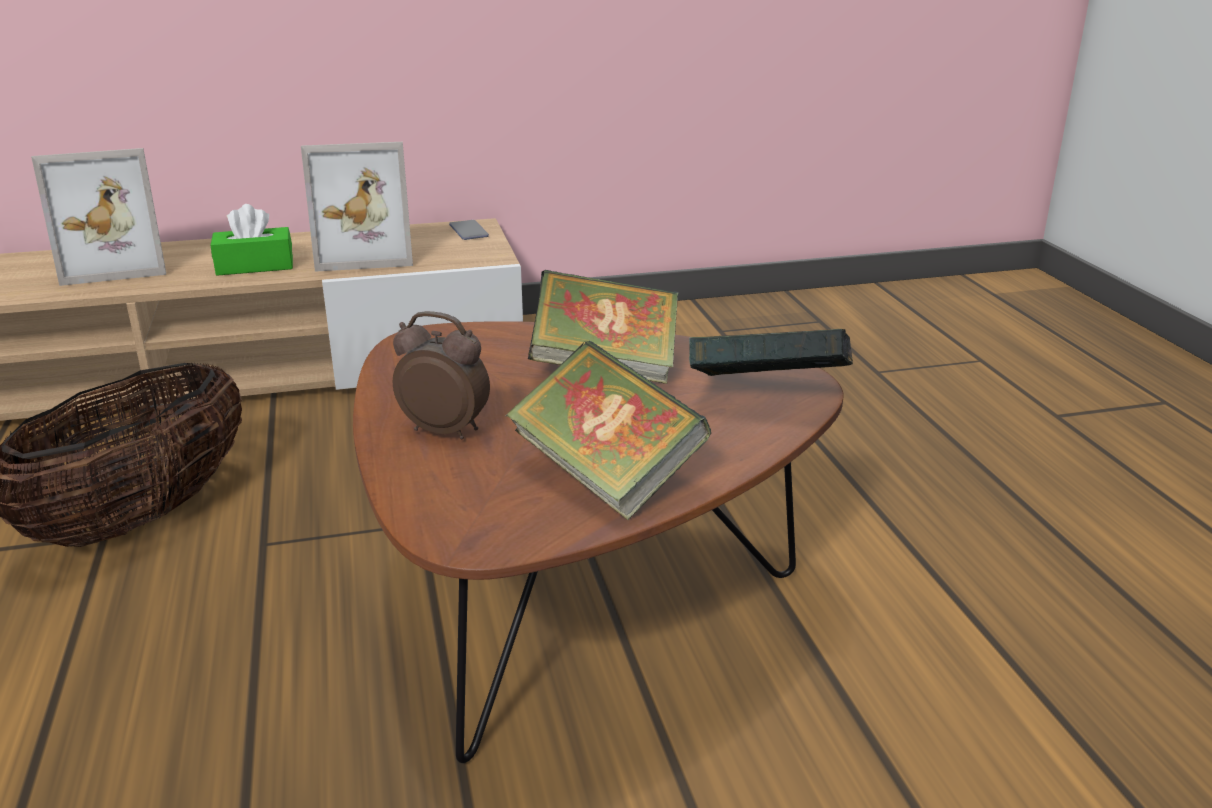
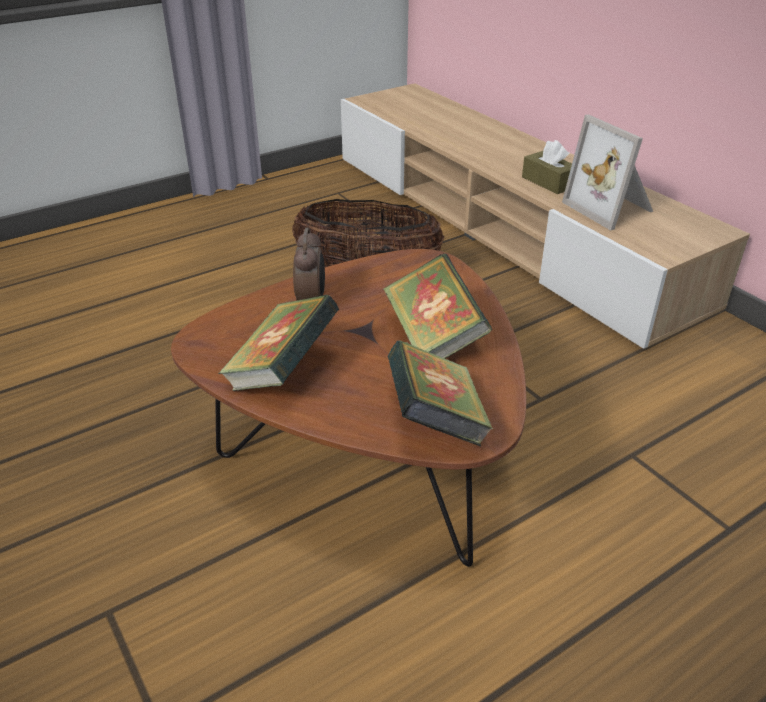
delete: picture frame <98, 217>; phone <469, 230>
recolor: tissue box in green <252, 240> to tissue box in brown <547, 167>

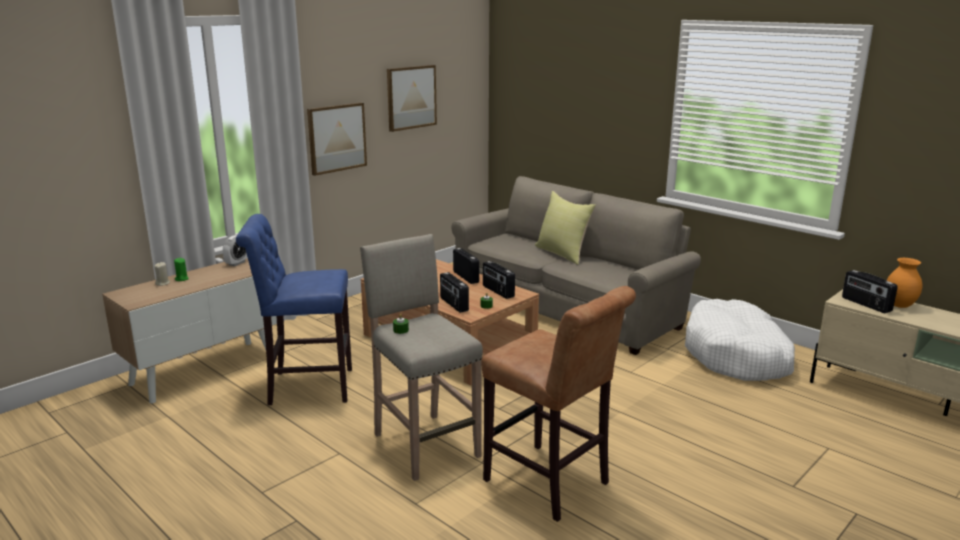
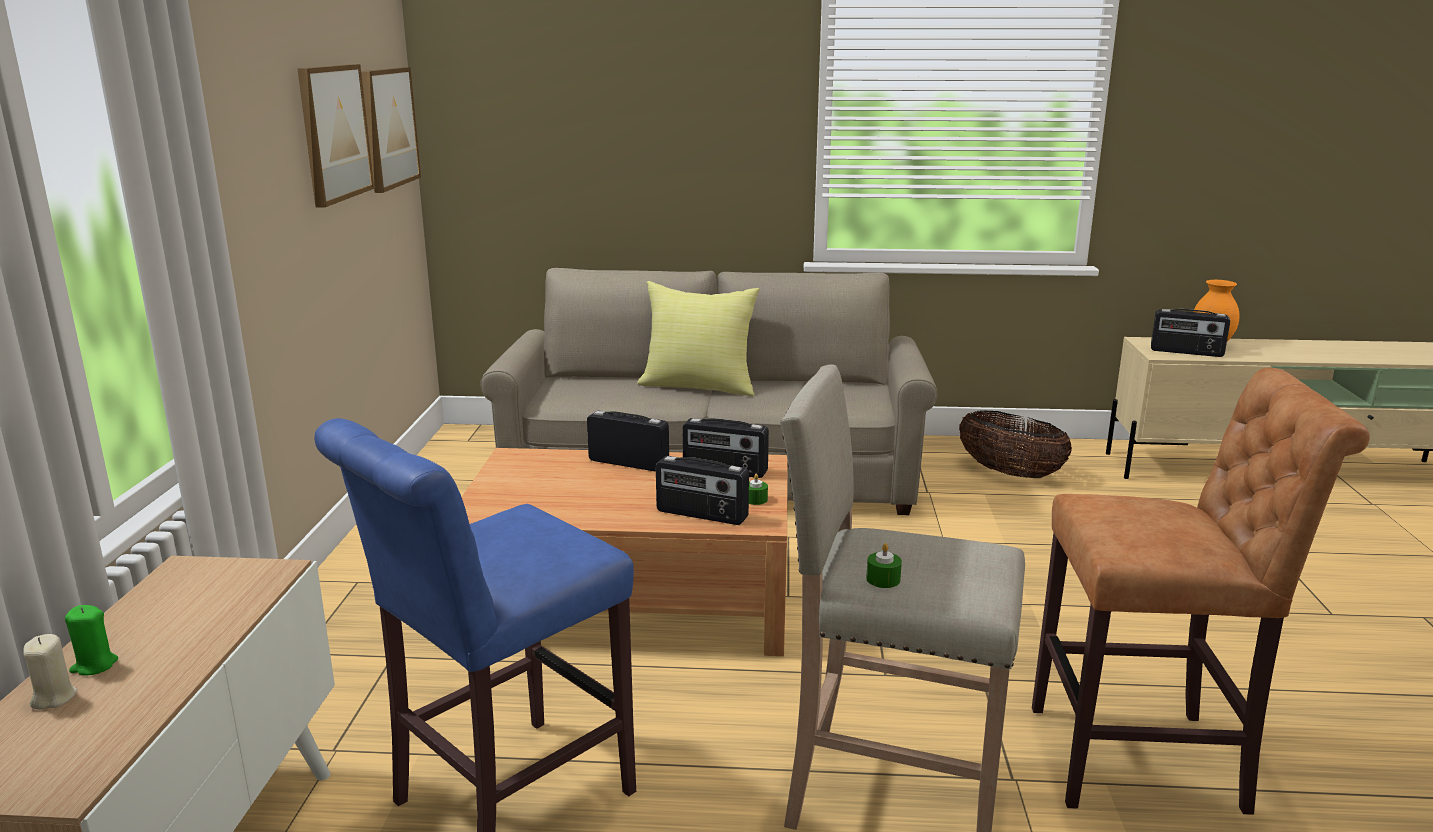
delete: alarm clock <235, 250>
move: picture <337, 139> to <391, 130>
replace: dog bed in white <740, 340> to basket <1015, 444>

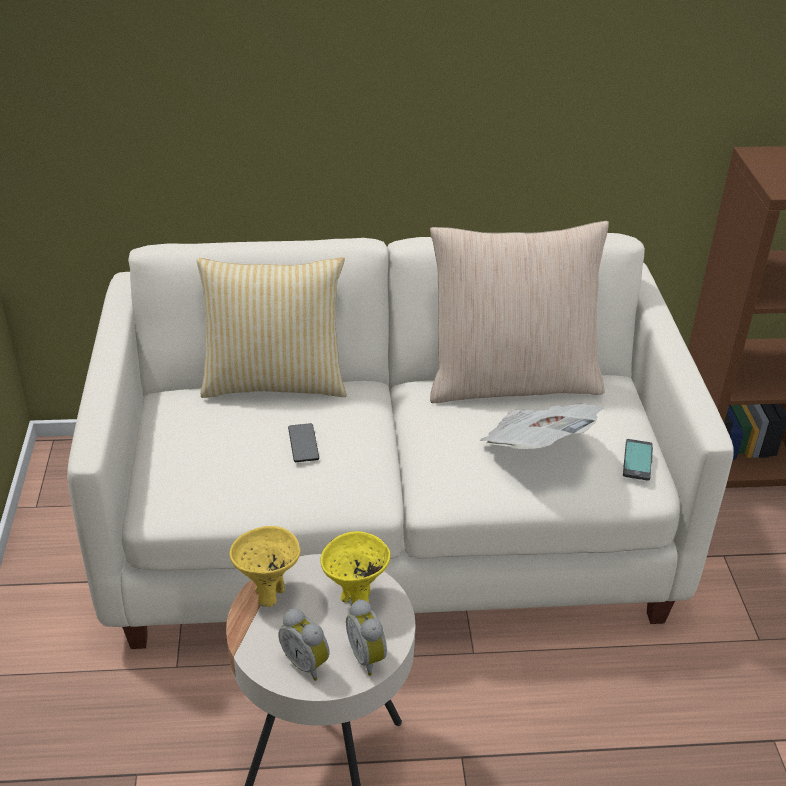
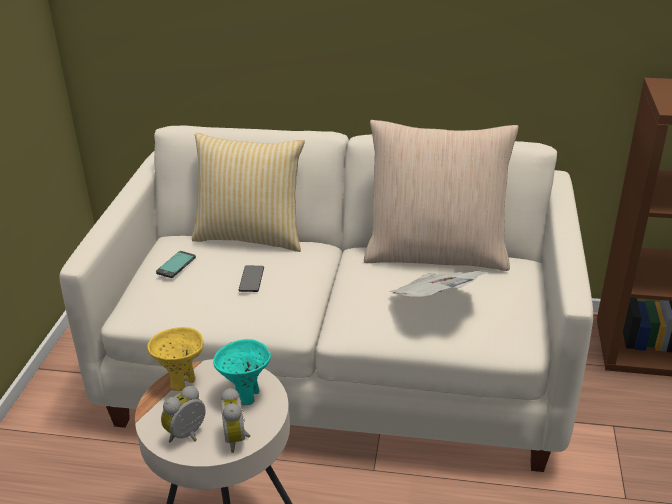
move: phone <638, 460> to <176, 264>
recolor: bowl in yellow <356, 568> to bowl in turquoise <242, 372>
rotate: alarm clock <304, 645> = <183, 414> 75 degrees clockwise

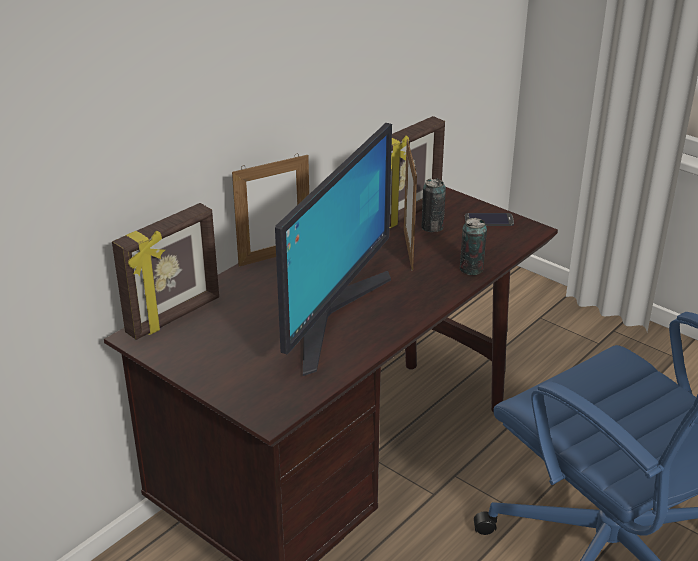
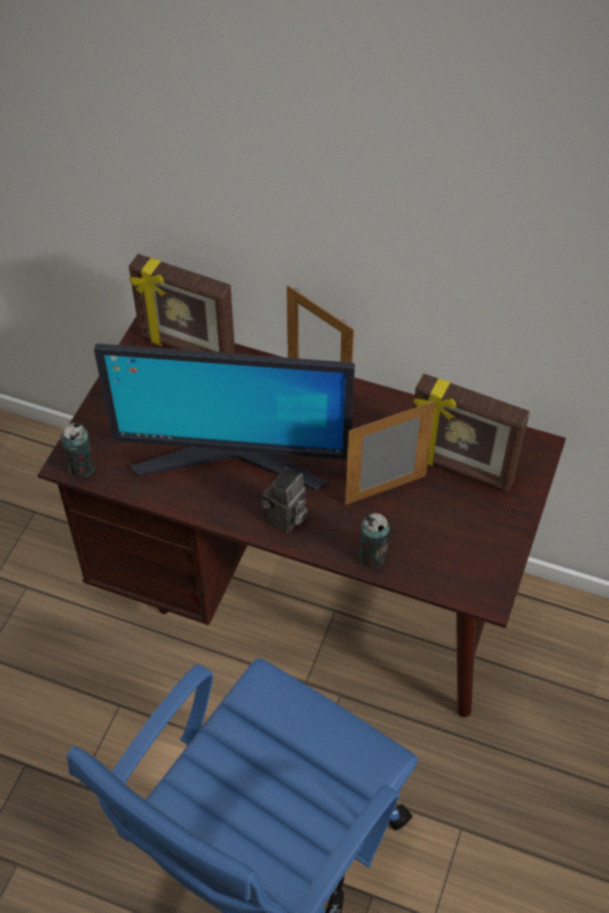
delete: phone <489, 219>
insert: photo camera <284, 500>
move: can <433, 205> to <78, 450>

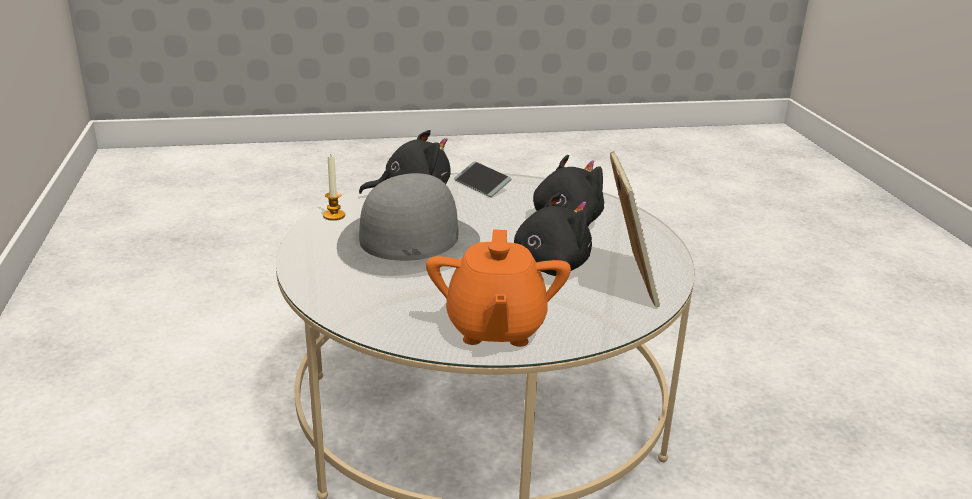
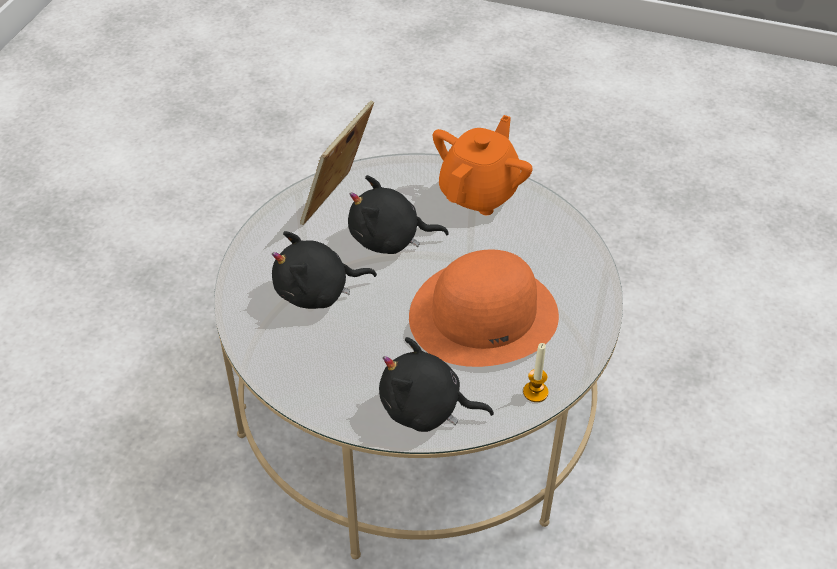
delete: phone <483, 179>
recolor: hat in grey <408, 224> to hat in orange <484, 308>

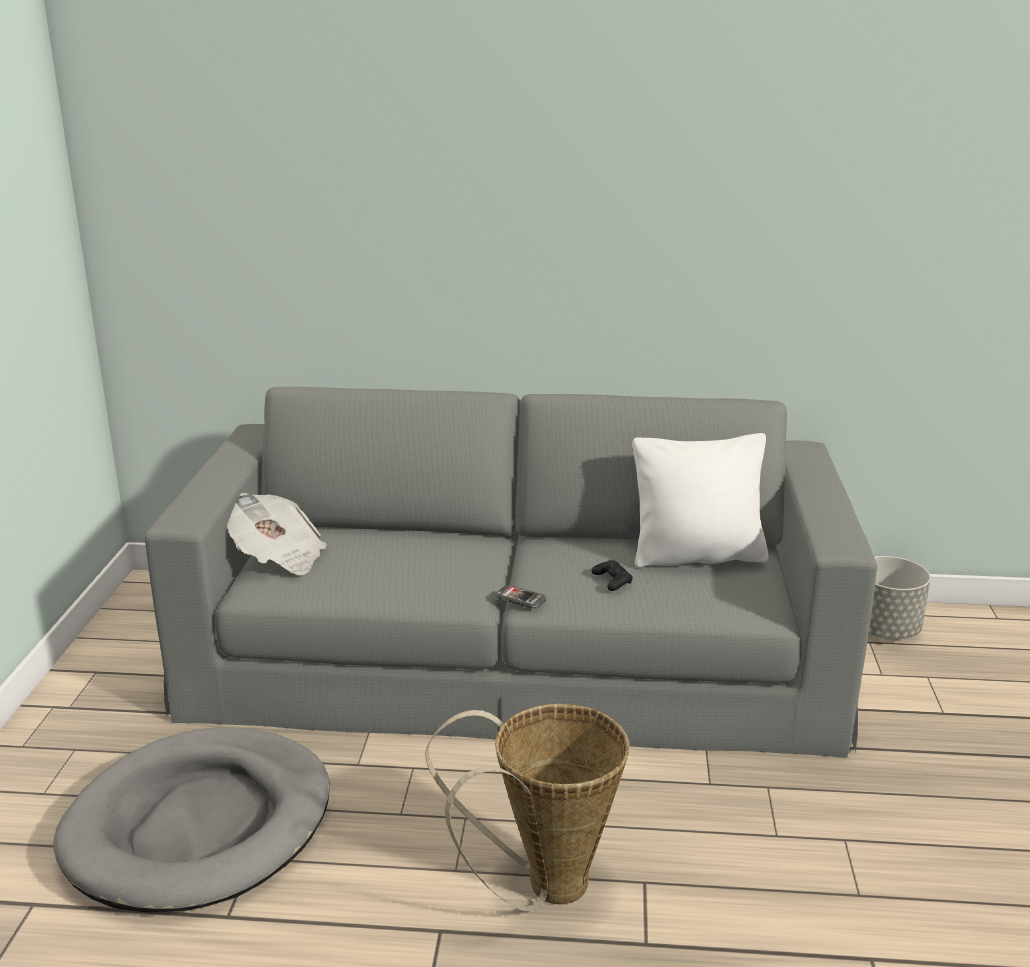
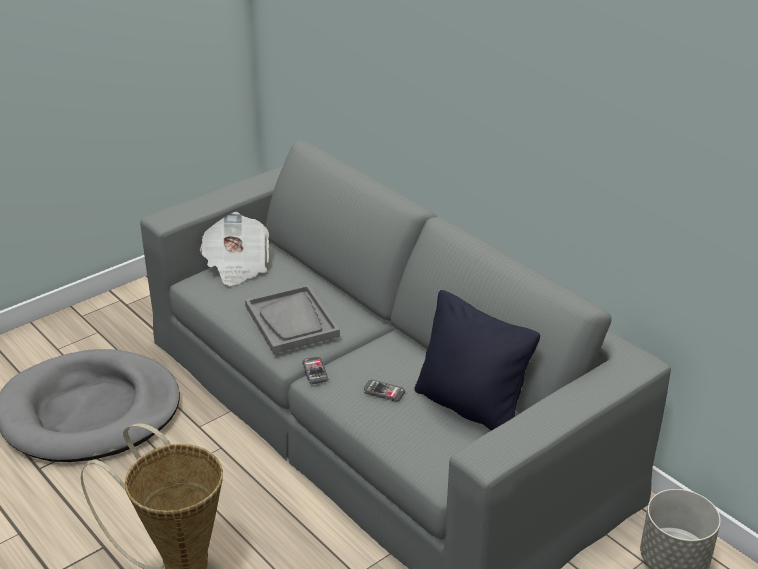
insert: tray in grey <292, 319>
replace: game controller in black <612, 575> to phone <384, 391>
recolor: pillow in white <700, 500> to pillow in black <477, 360>

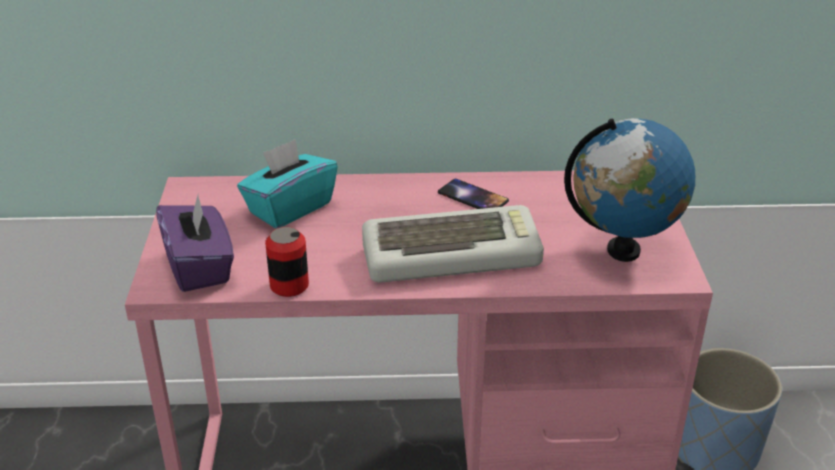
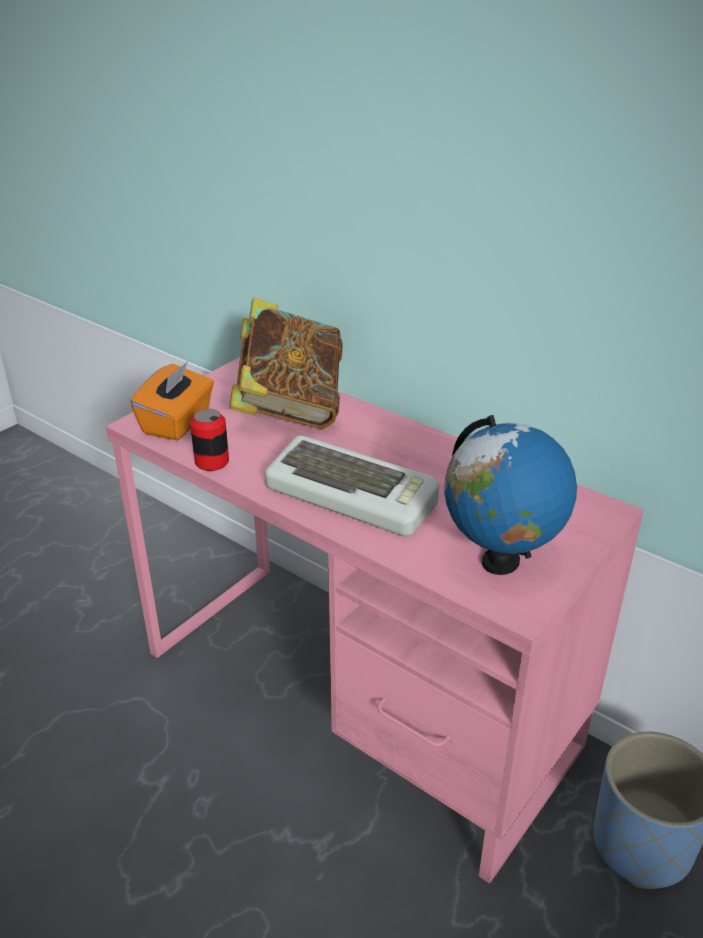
delete: phone <473, 194>
replace: tissue box in turquoise <287, 184> to book <286, 363>
recolor: tissue box in purple <195, 242> to tissue box in orange <172, 401>

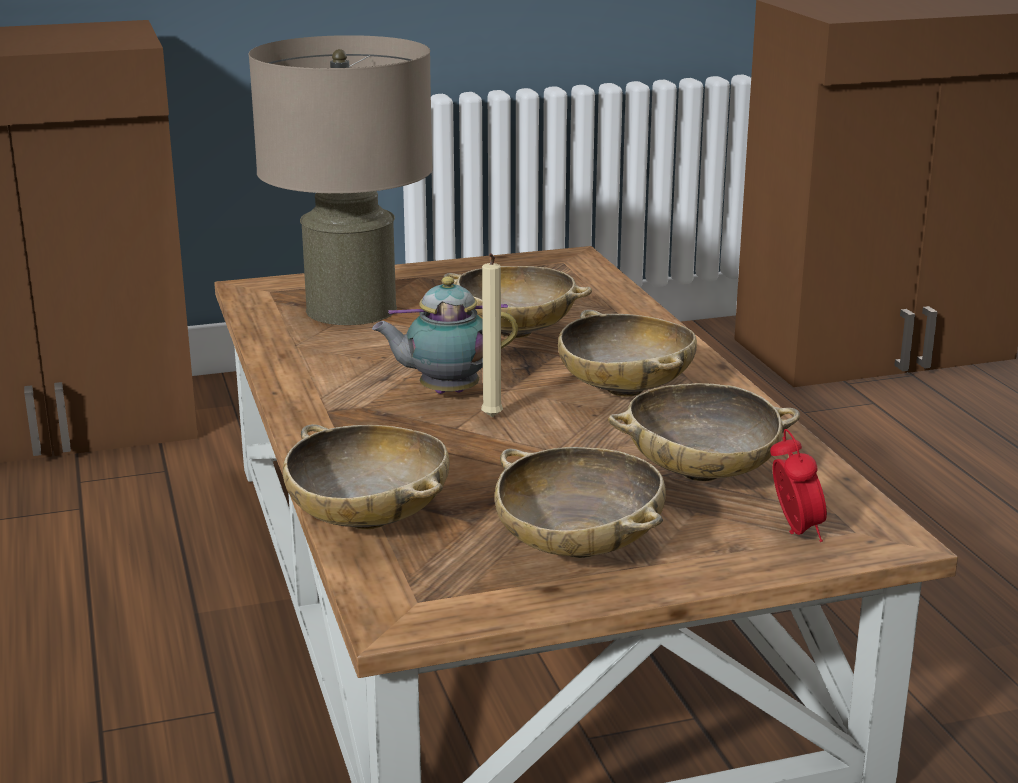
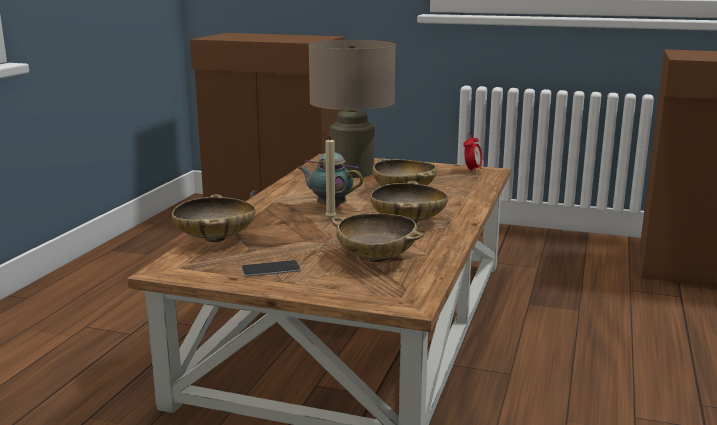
move: alarm clock <798, 485> to <472, 152>
replace: bowl in beige <580, 502> to phone <271, 268>

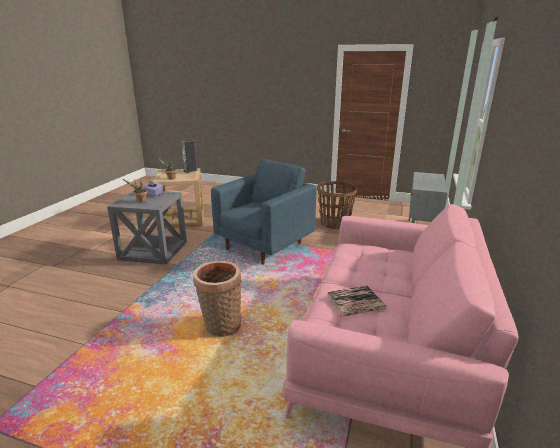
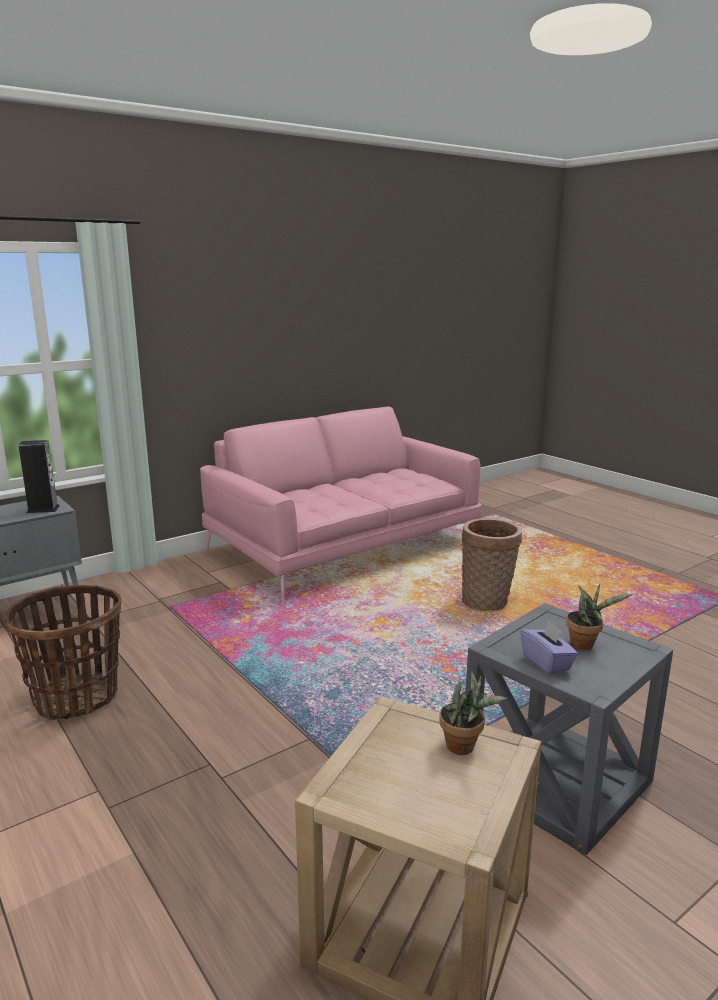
delete: armchair in blue <264, 212>; book <356, 301>
move: speaker <189, 156> to <38, 476>

